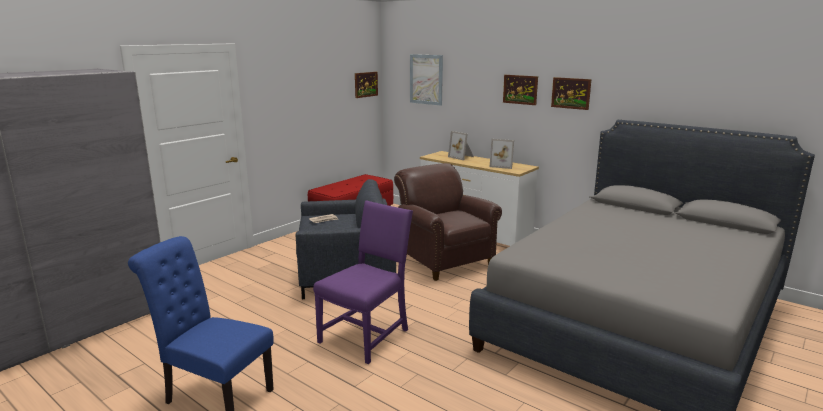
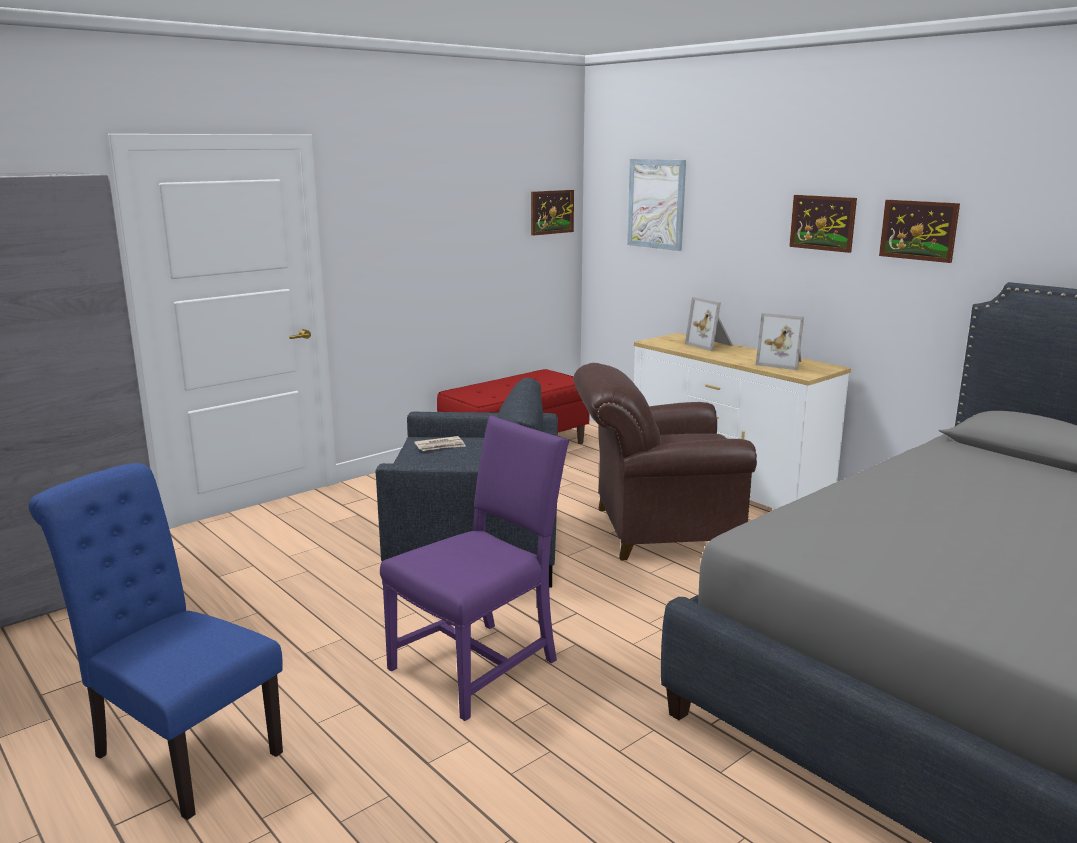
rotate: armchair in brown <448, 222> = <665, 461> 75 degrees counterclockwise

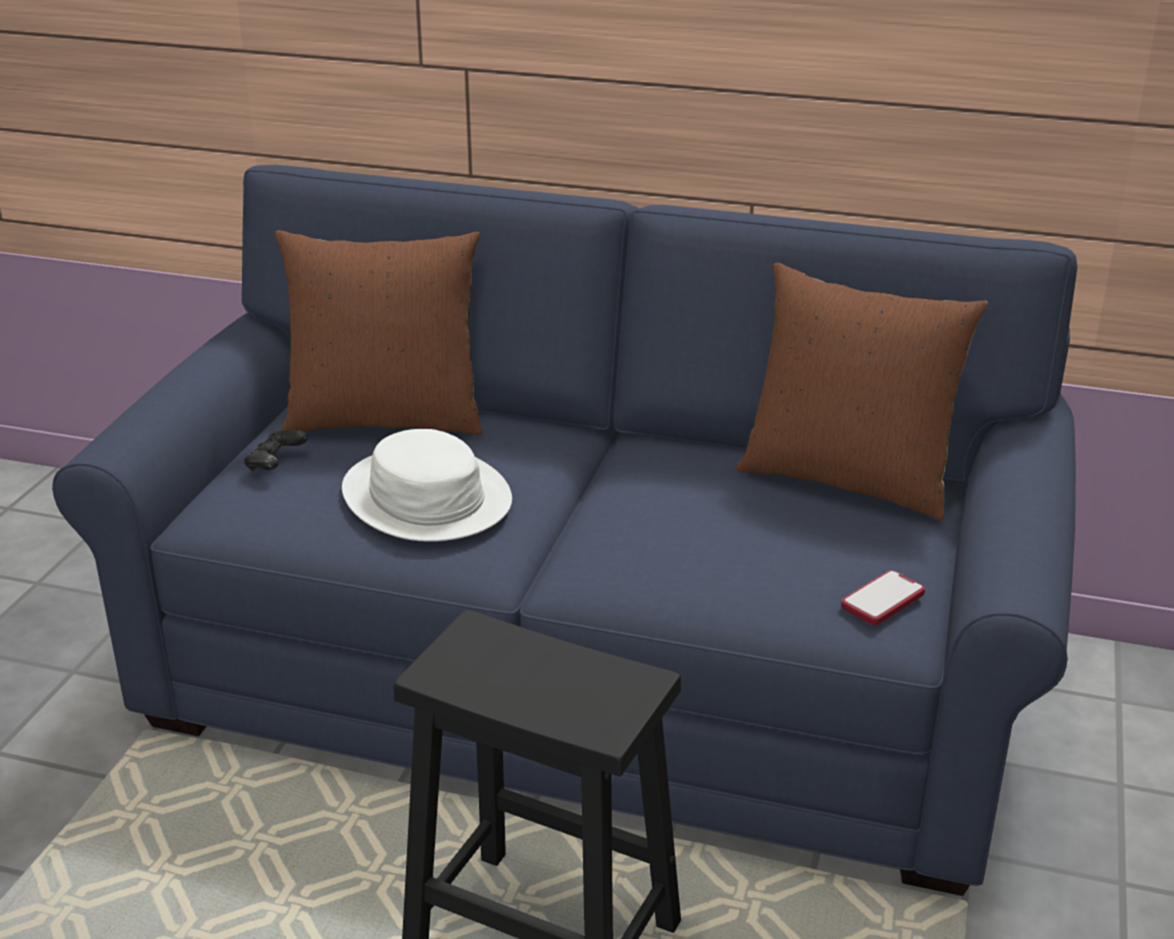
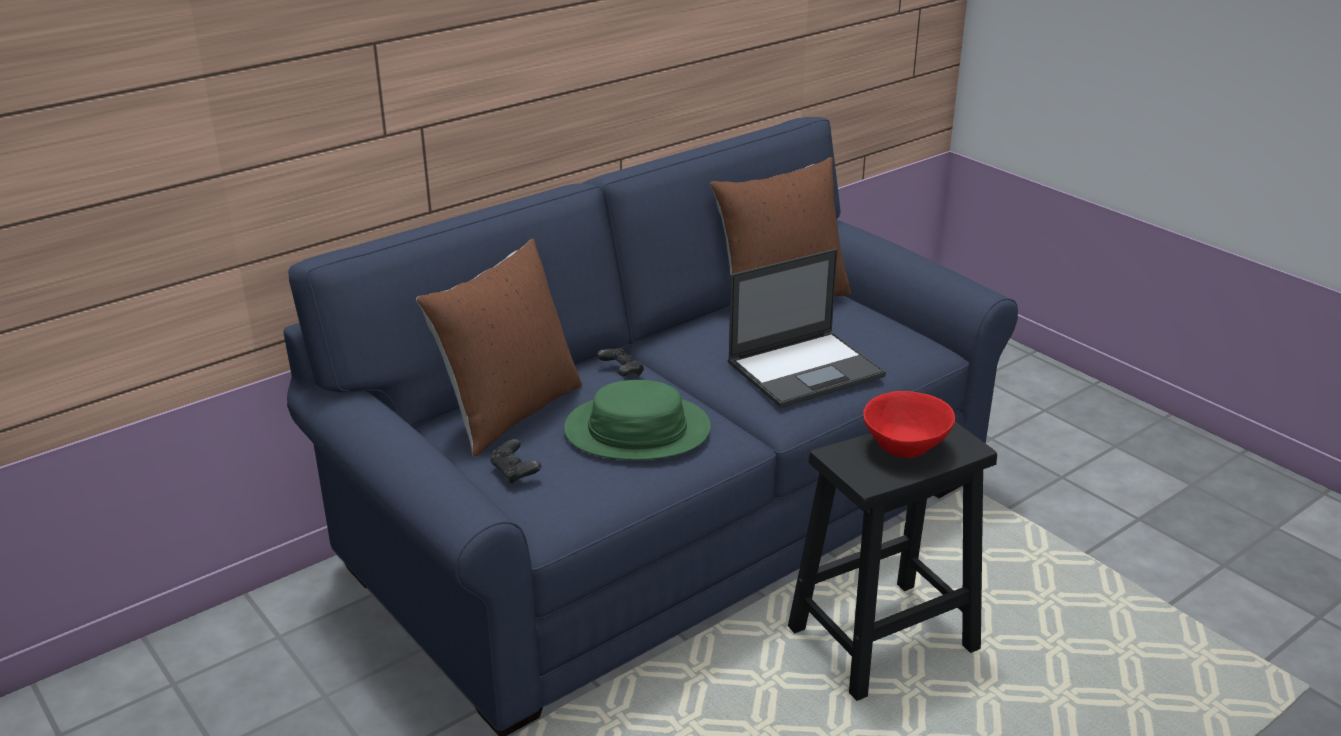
delete: phone <883, 597>
insert: game controller in black <620, 362>; laptop <807, 328>; bowl in red <909, 424>
recolor: hat in white <427, 485> to hat in green <637, 420>

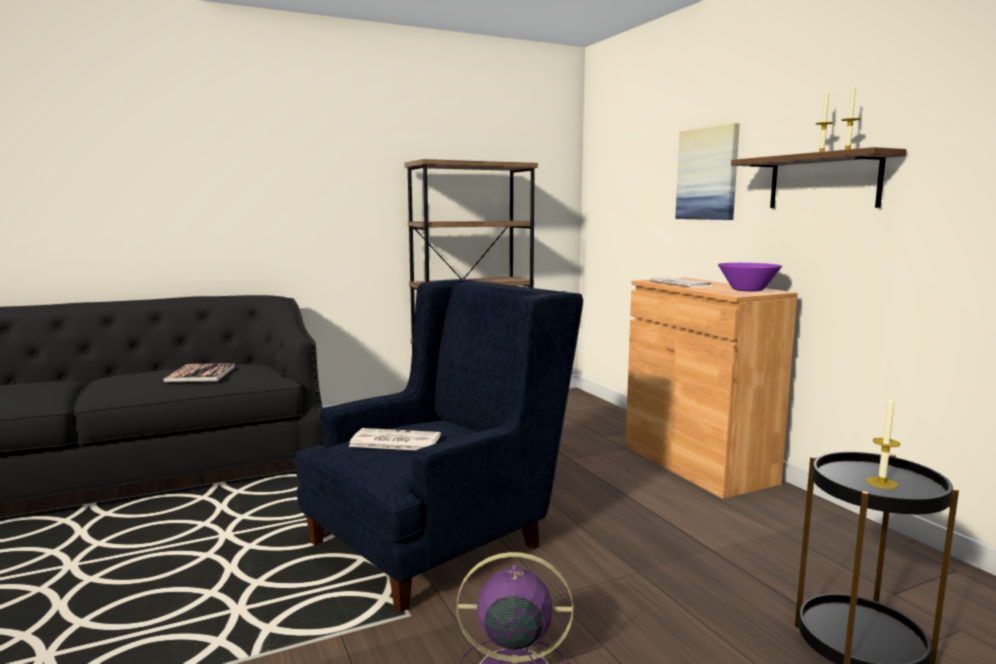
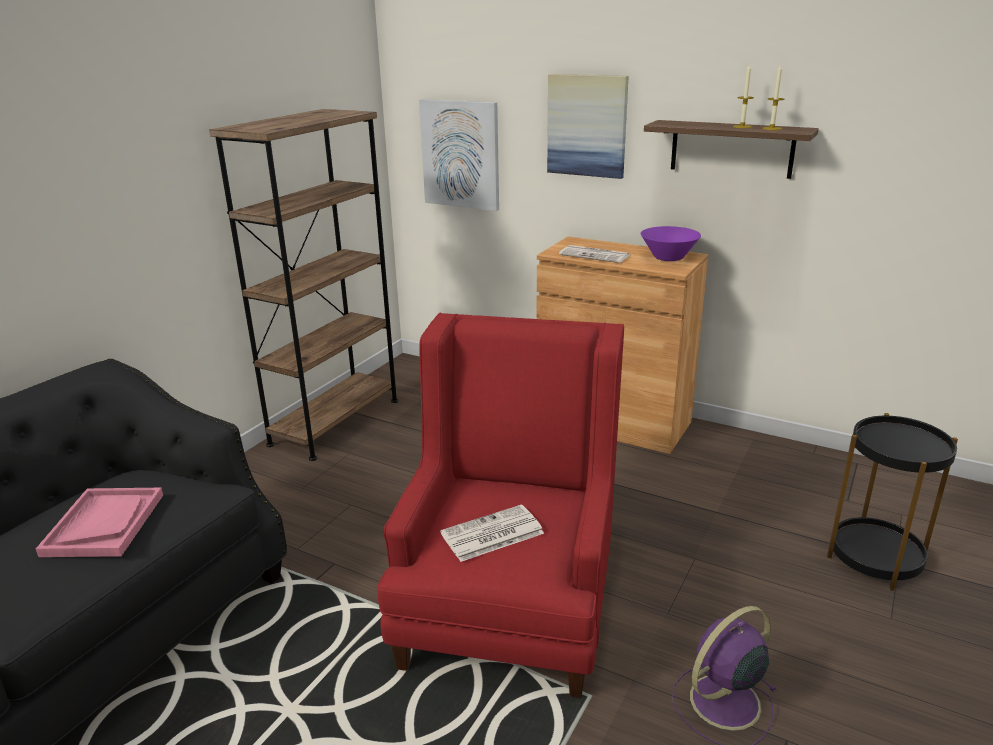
delete: candle <883, 442>
insert: picture <459, 155>
replace: book <199, 372> to tray in pink <99, 522>
recolor: armchair in blue <439, 445> to armchair in red <500, 505>

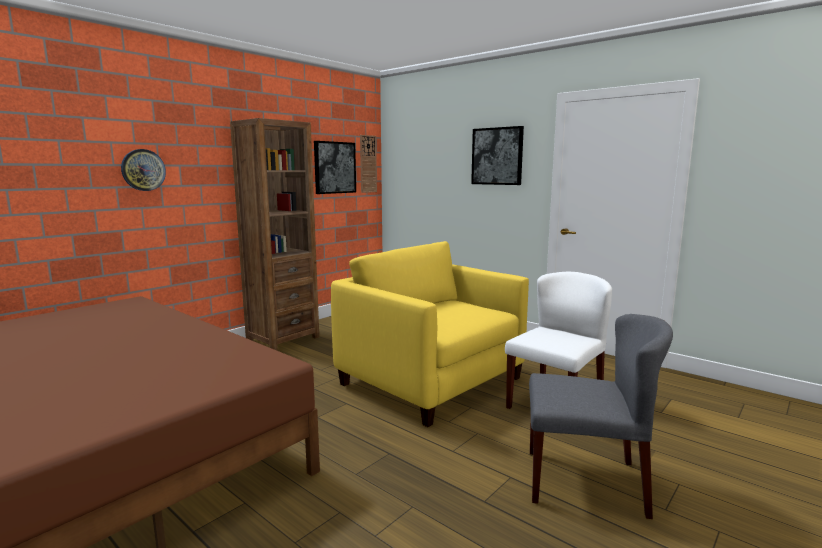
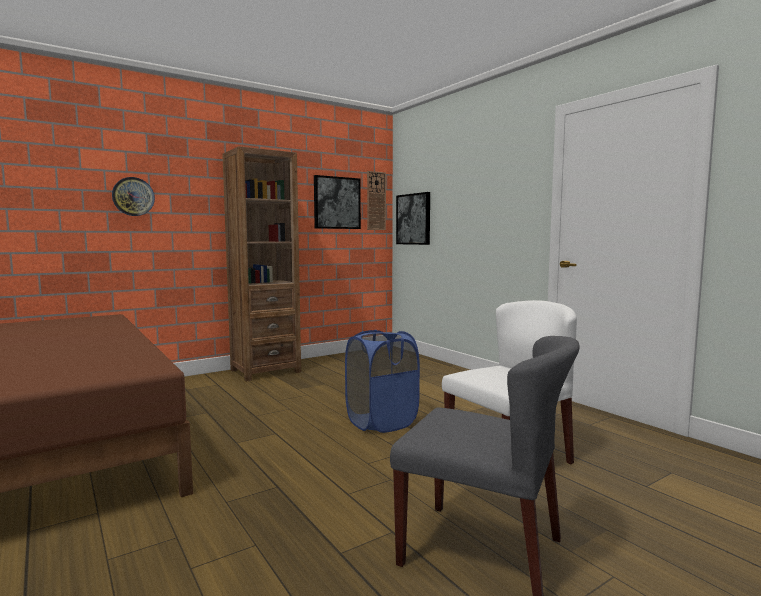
move: picture <497, 155> to <413, 218>
replace: armchair in yellow <430, 334> to laundry basket in blue <382, 381>

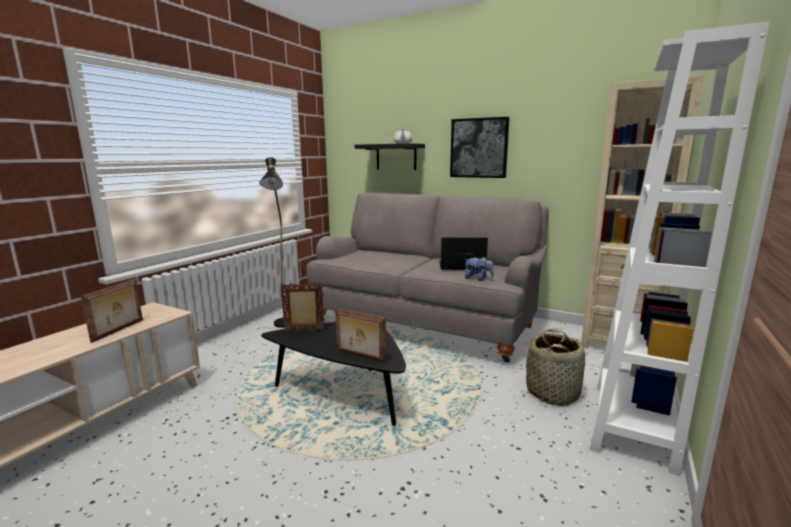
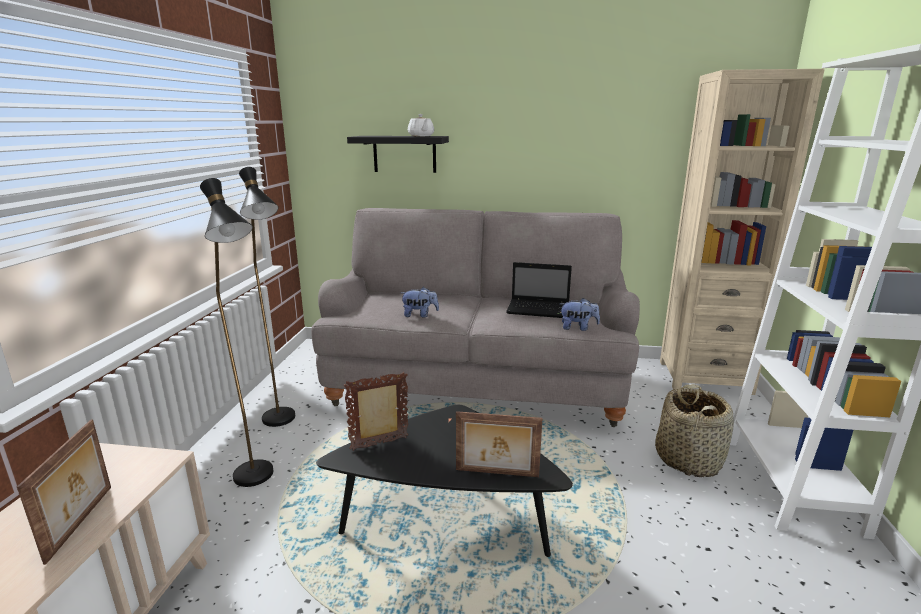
delete: picture <480, 147>
insert: floor lamp in black <236, 332>; plush toy <420, 302>
rotate: laptop <463, 253> = <539, 290> 150 degrees counterclockwise

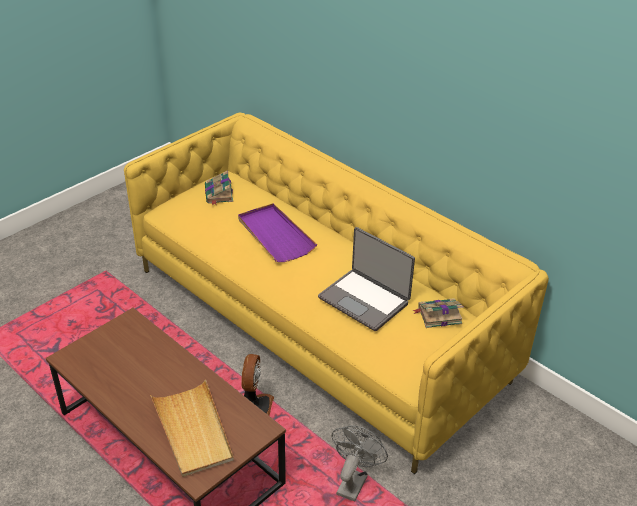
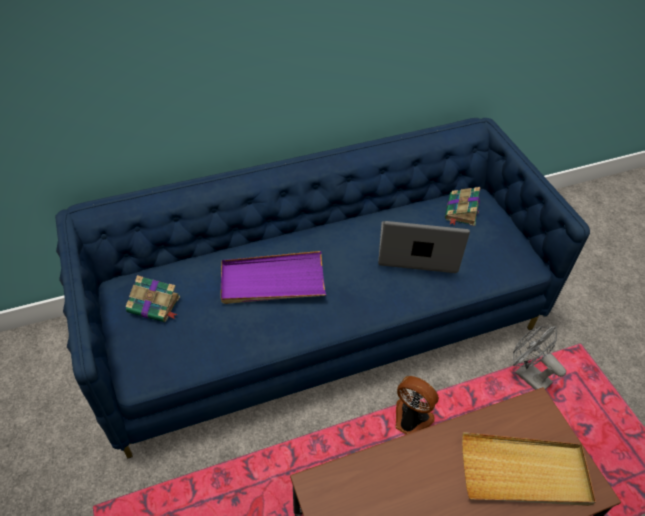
recolor: sofa in yellow <336, 293> to sofa in blue <322, 288>
rotate: laptop <366, 279> = <424, 247> 150 degrees counterclockwise

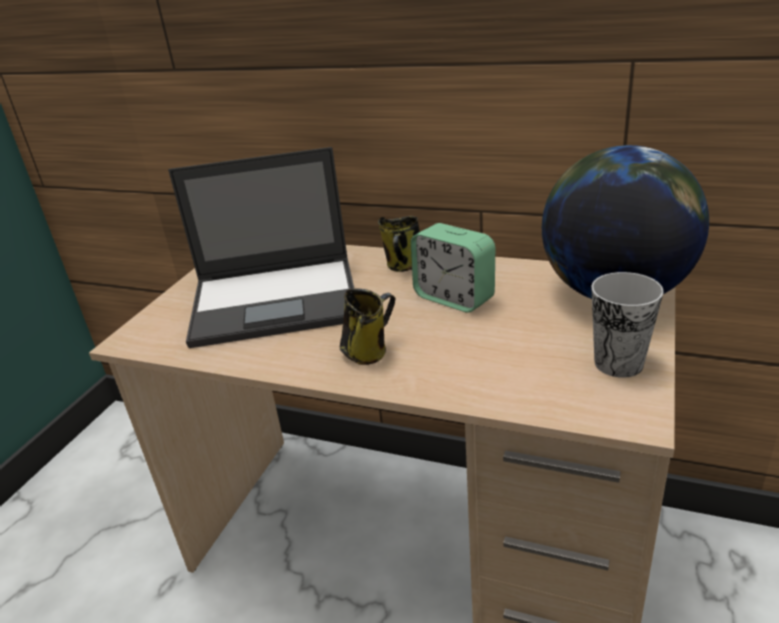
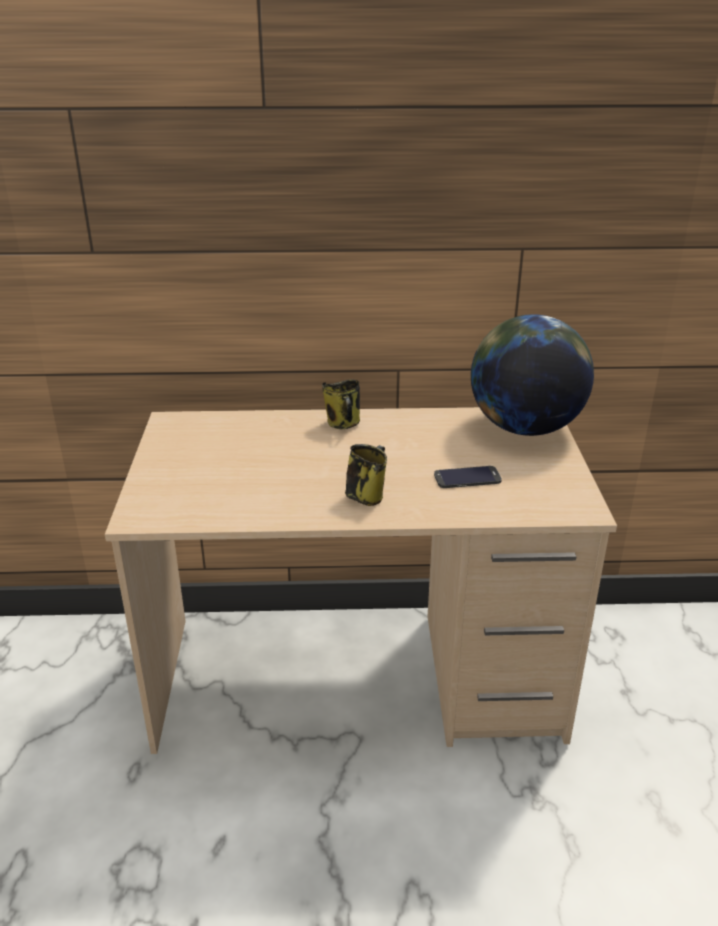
delete: laptop <261, 247>; alarm clock <453, 268>; cup <627, 325>
insert: phone <468, 477>

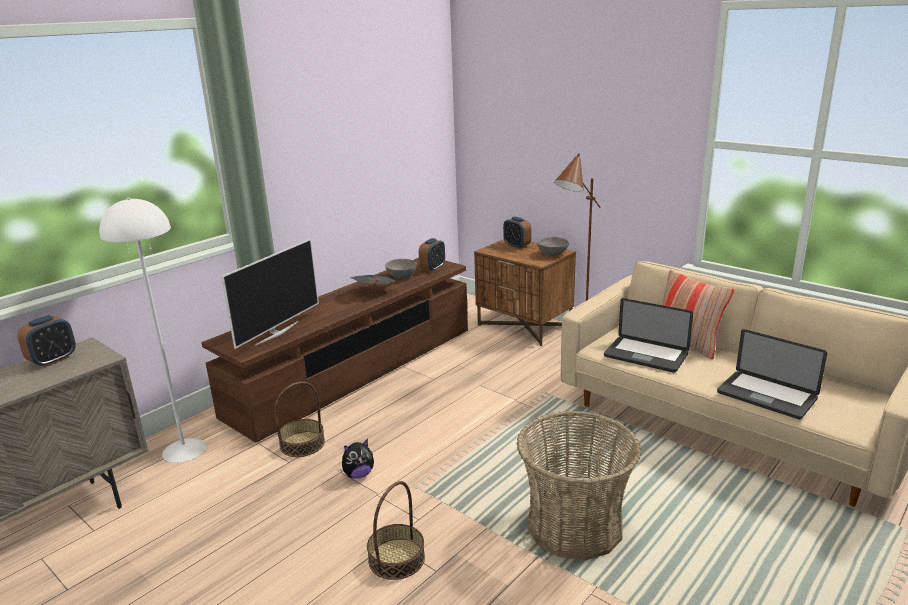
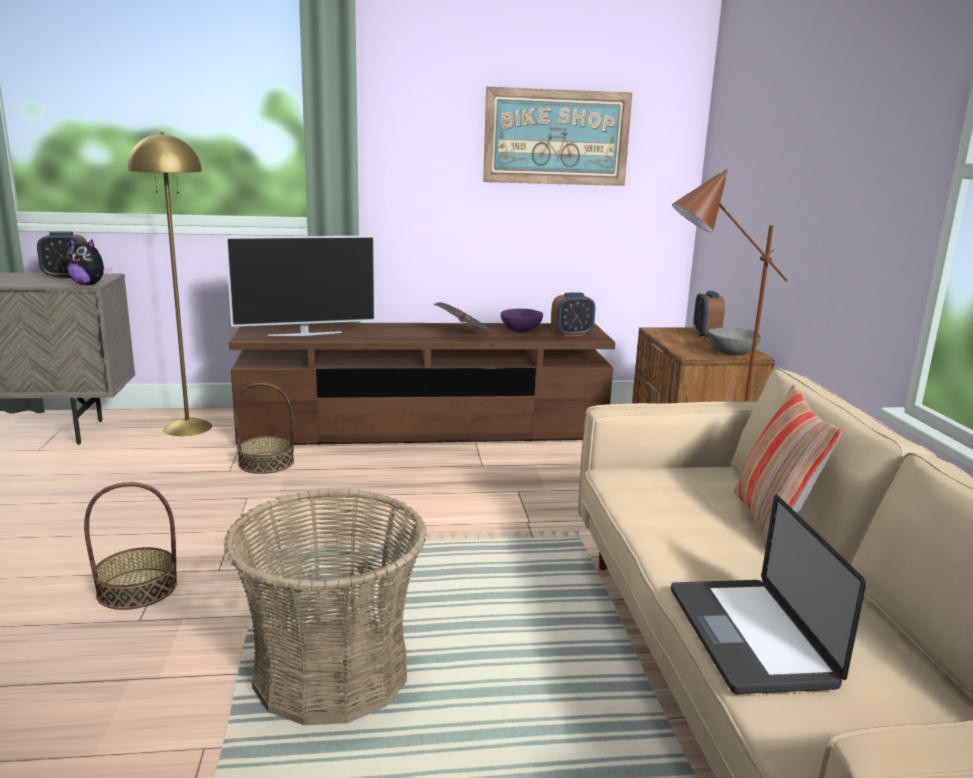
delete: laptop <648, 335>
insert: picture <557, 136>
move: plush toy <358, 458> to <88, 261>
recolor: floor lamp in white <153, 330> to floor lamp in yellow <170, 284>; bowl in grey <401, 269> to bowl in purple <522, 321>

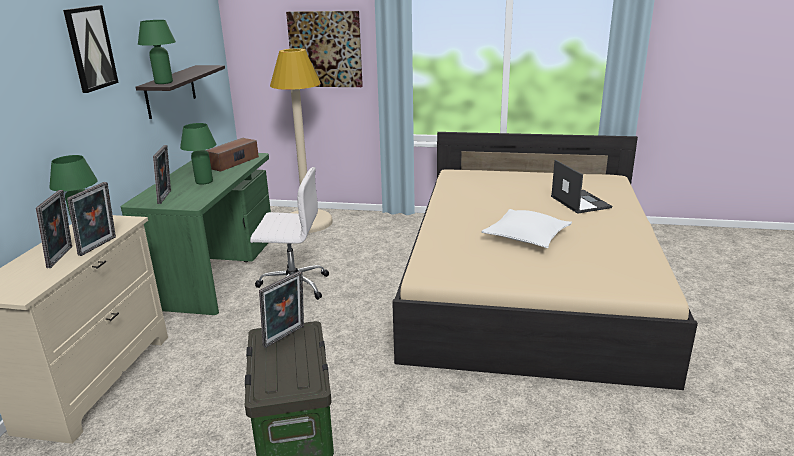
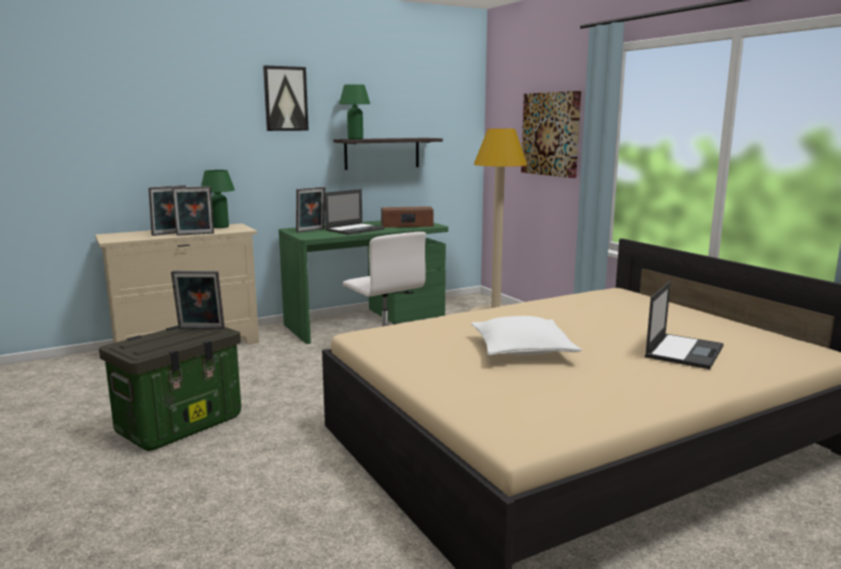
replace: table lamp in green <198, 154> to laptop <354, 212>

